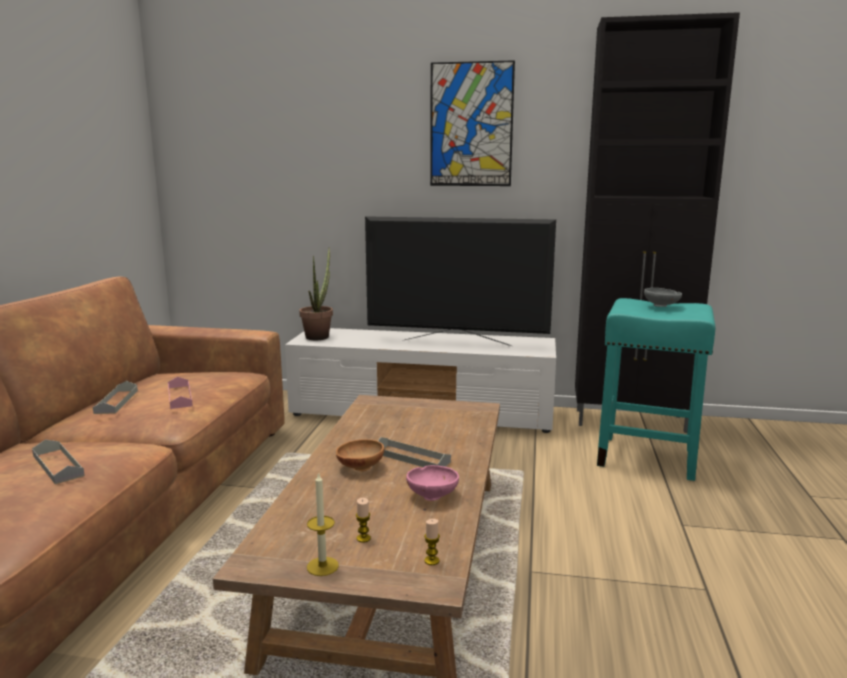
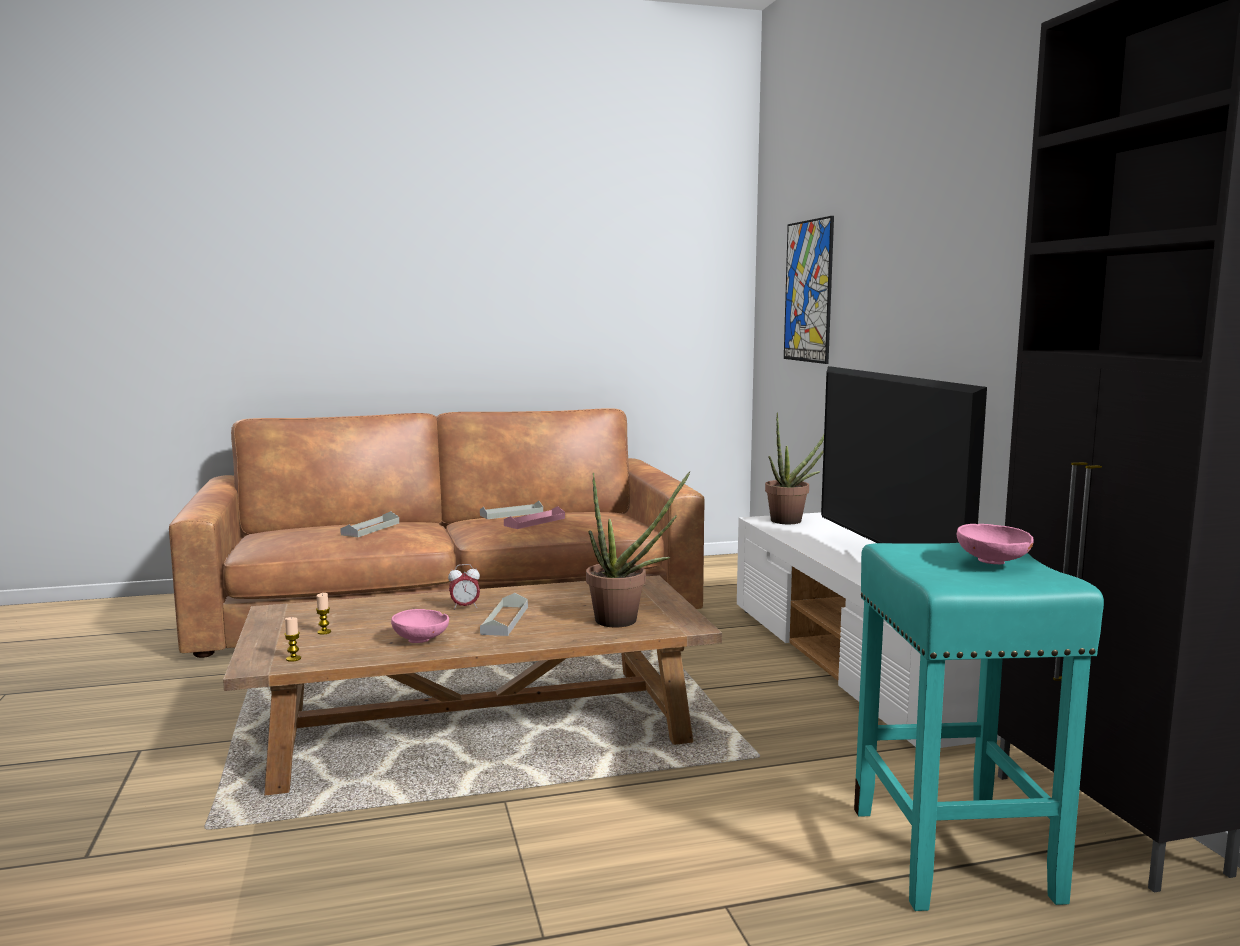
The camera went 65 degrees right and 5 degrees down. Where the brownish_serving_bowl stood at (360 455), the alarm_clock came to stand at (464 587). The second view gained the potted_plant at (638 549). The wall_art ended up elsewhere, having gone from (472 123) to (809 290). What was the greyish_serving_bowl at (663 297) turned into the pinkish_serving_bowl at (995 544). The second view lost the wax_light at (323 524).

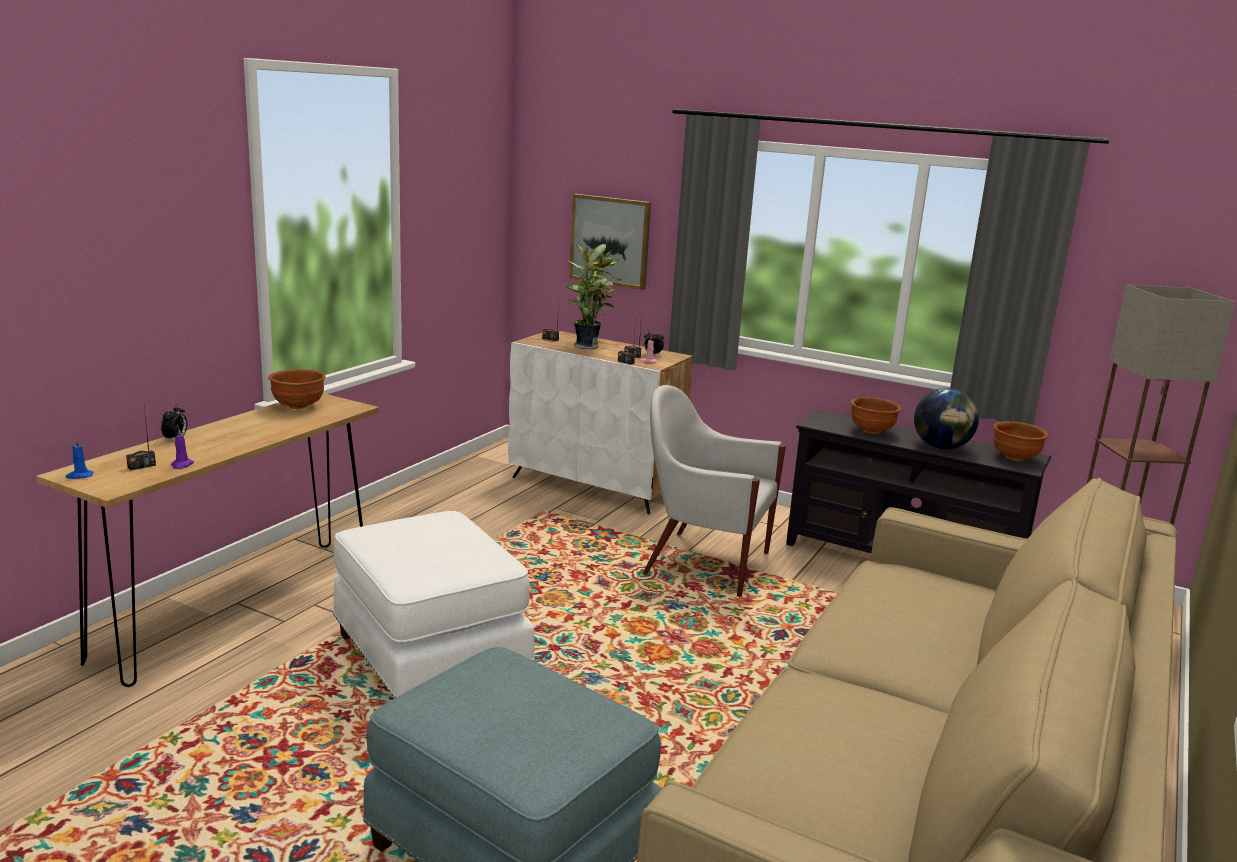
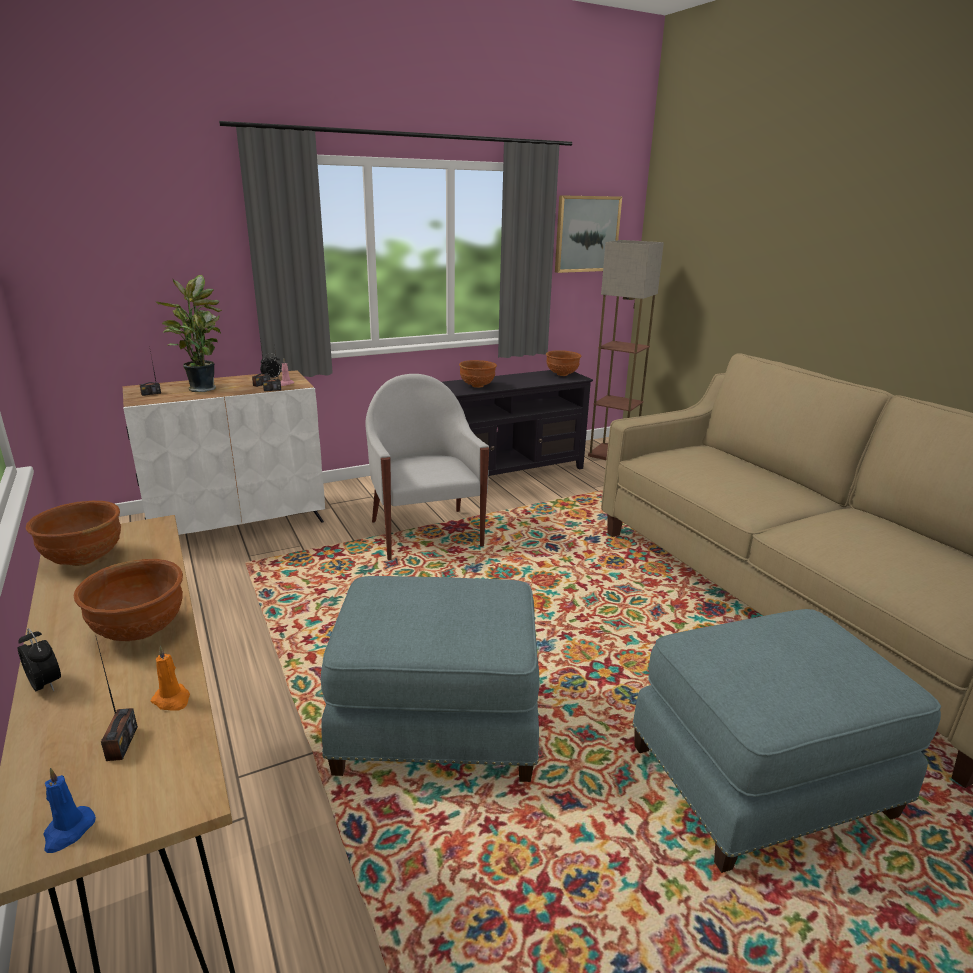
The camera went 55 degrees left and 5 degrees up. The second view gained the brownish_serving_bowl at (128 600). What was the purple_wax_light at (182 449) turned into the orange-coloured_wax_light at (170 678). What was the white_pouffe at (434 604) turned into the bluish_pouffe at (430 679). The white_armchair at (714 491) ended up facing another way, 105 degrees clockwise from before. The wall_art ended up elsewhere, having gone from (610 242) to (588 234). The second view lost the desk_globe at (946 418).

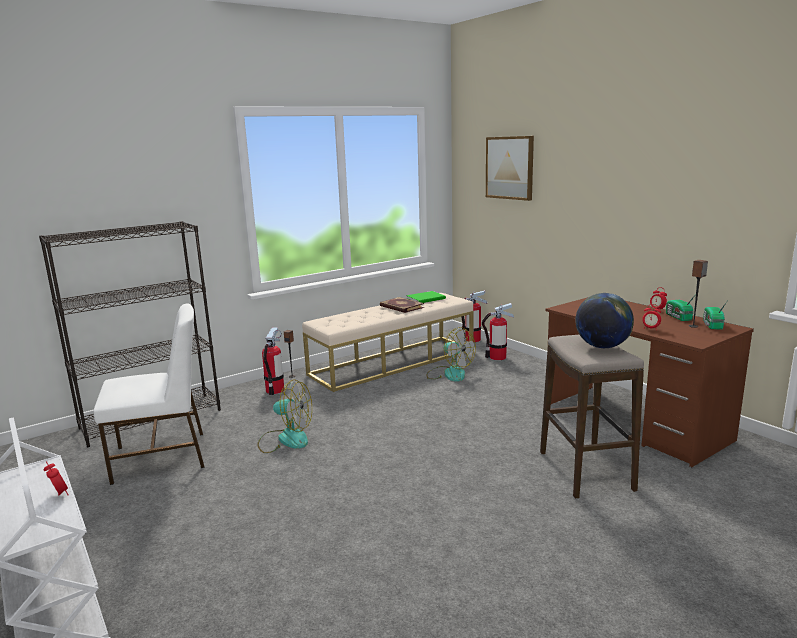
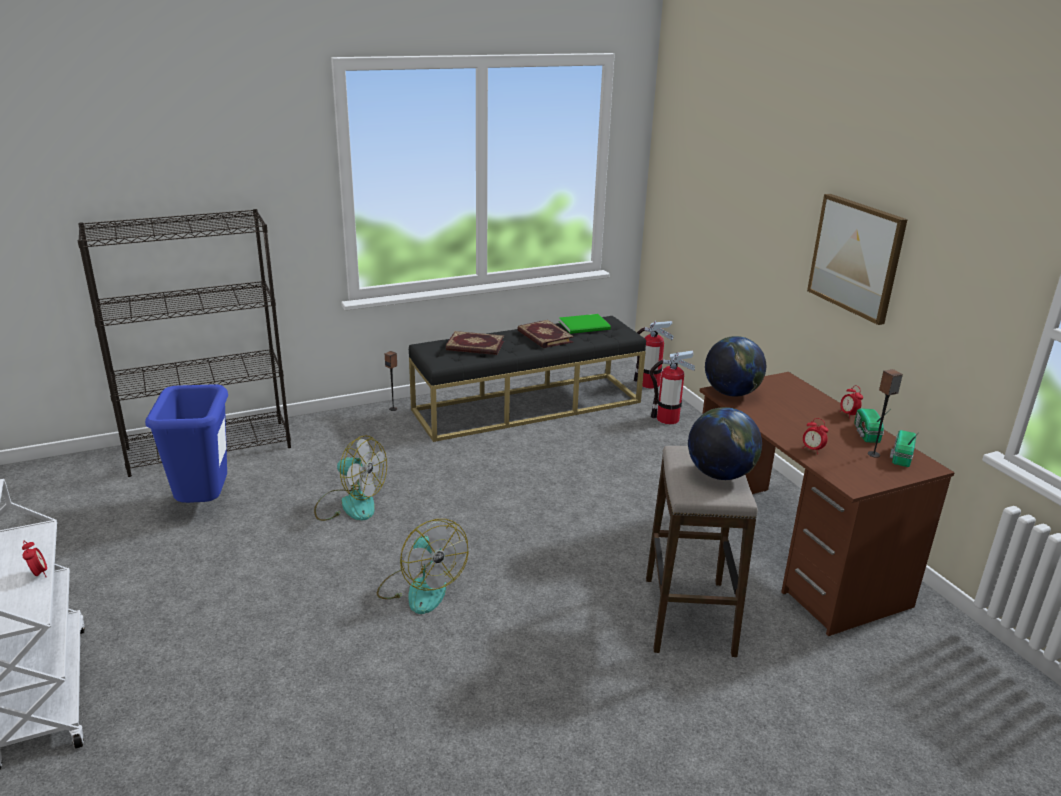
The camera went 10 degrees right and 10 degrees up. Where the white_upright_chair stood at (149 394), the bluish_waste_bin came to stand at (186 444). The electric_fan ended up elsewhere, having gone from (451 354) to (423 566). What was the beige_indoor_bench at (387 342) turned into the black_indoor_bench at (527 379). The second view gained the volume at (475 343). The second view gained the desk_globe at (735 366). The wall_art ended up elsewhere, having gone from (510 168) to (857 259). The second view lost the fire-fighting_cylinder at (273 361).

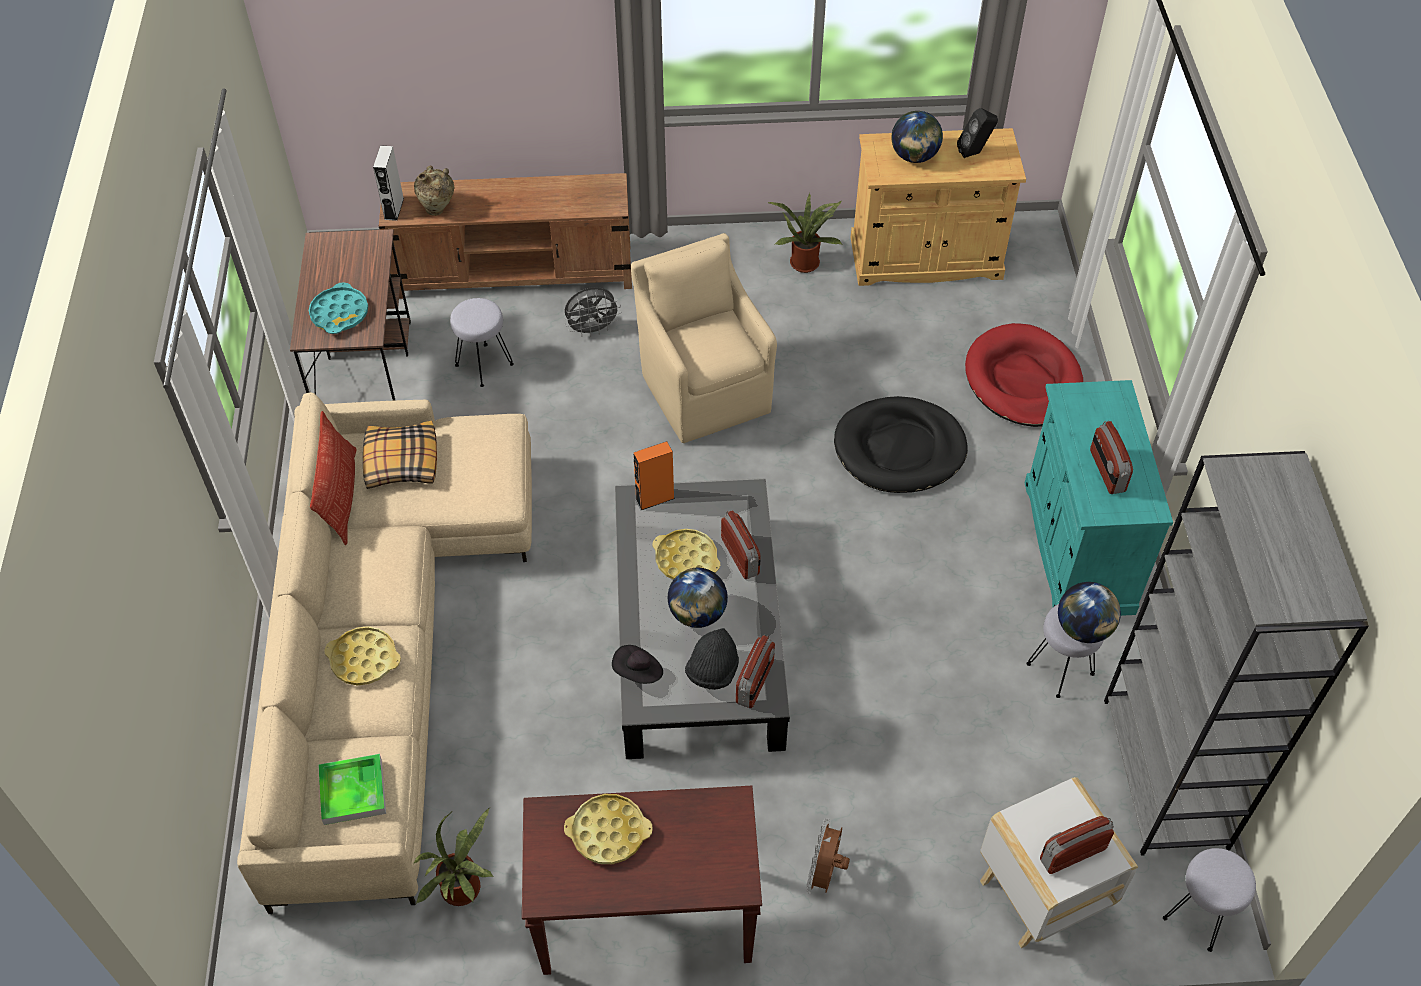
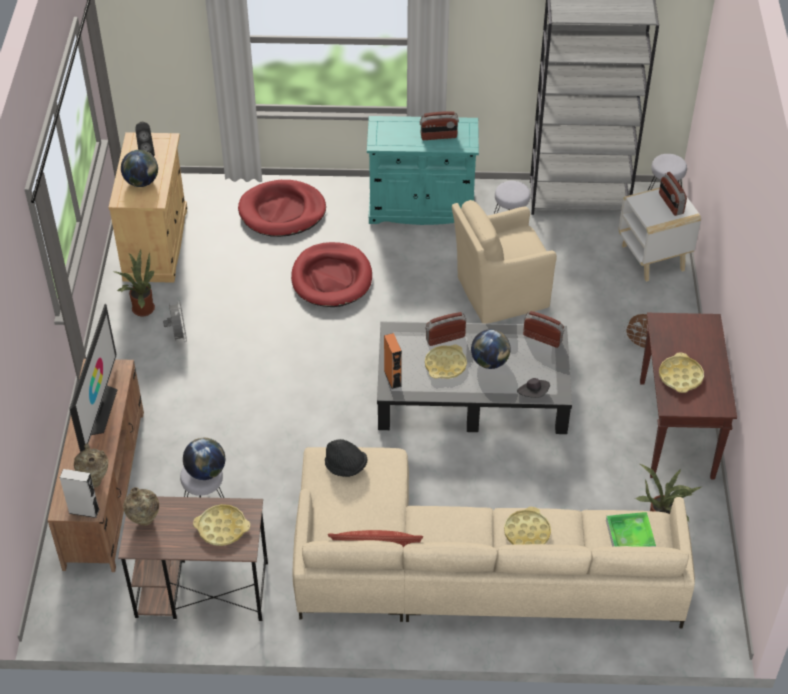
The camera went 85 degrees left and 5 degrees down. The second view gained the TV at (93 378). The second view gained the beige_flower_vase at (141 506). The greyish_electric_fan ended up elsewhere, having gone from (592 312) to (175 321). The desk_globe ended up elsewhere, having gone from (1089 612) to (204 459). What was the turquoise_tray at (338 308) turned into the yellow-coloured_tray at (221 525). What was the black_pet_bed at (901 444) turned into the red_pet_bed at (331 274). The black_hat ended up elsewhere, having gone from (712 659) to (346 458). The beige_armchair ended up elsewhere, having gone from (704 338) to (504 261). The second view lost the cushion at (400 455).

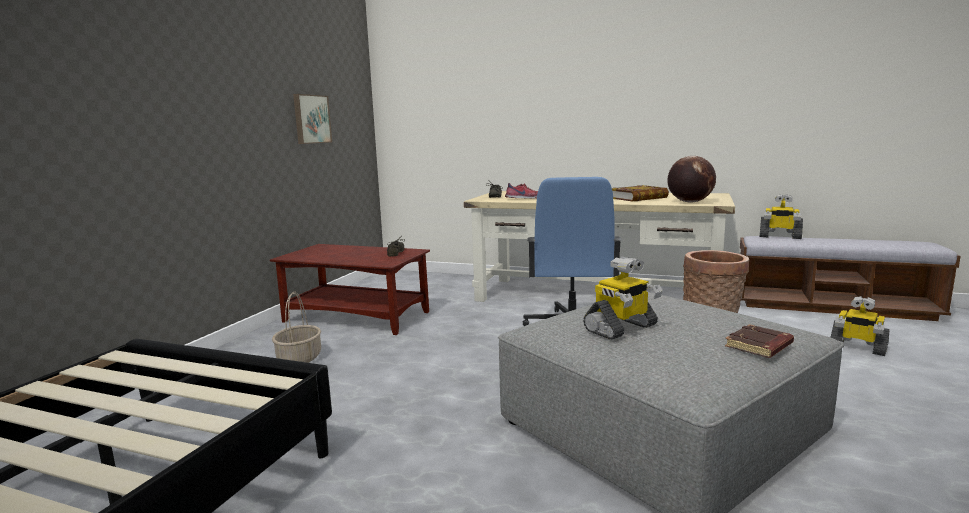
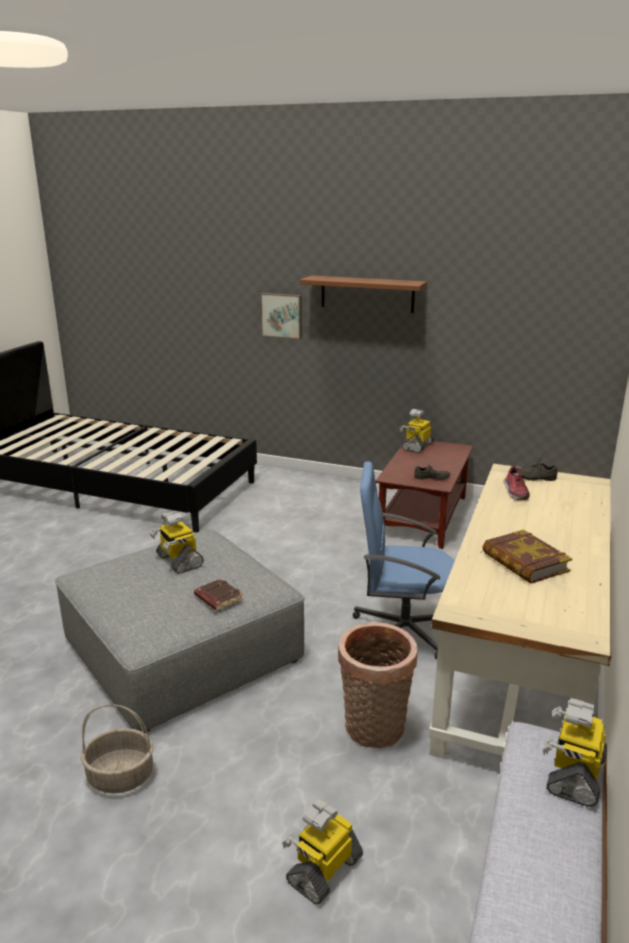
The camera went 90 degrees right and 10 degrees up. The storage_basket ended up elsewhere, having gone from (296 327) to (116 749). The brownish_volume ended up elsewhere, having gone from (759 341) to (218 594). The wall_art ended up elsewhere, having gone from (312 119) to (281 316). The second view gained the brownish_wall_shelf at (363 294). The second view gained the model_robot at (417 431). The second view lost the desk_globe at (691 179).

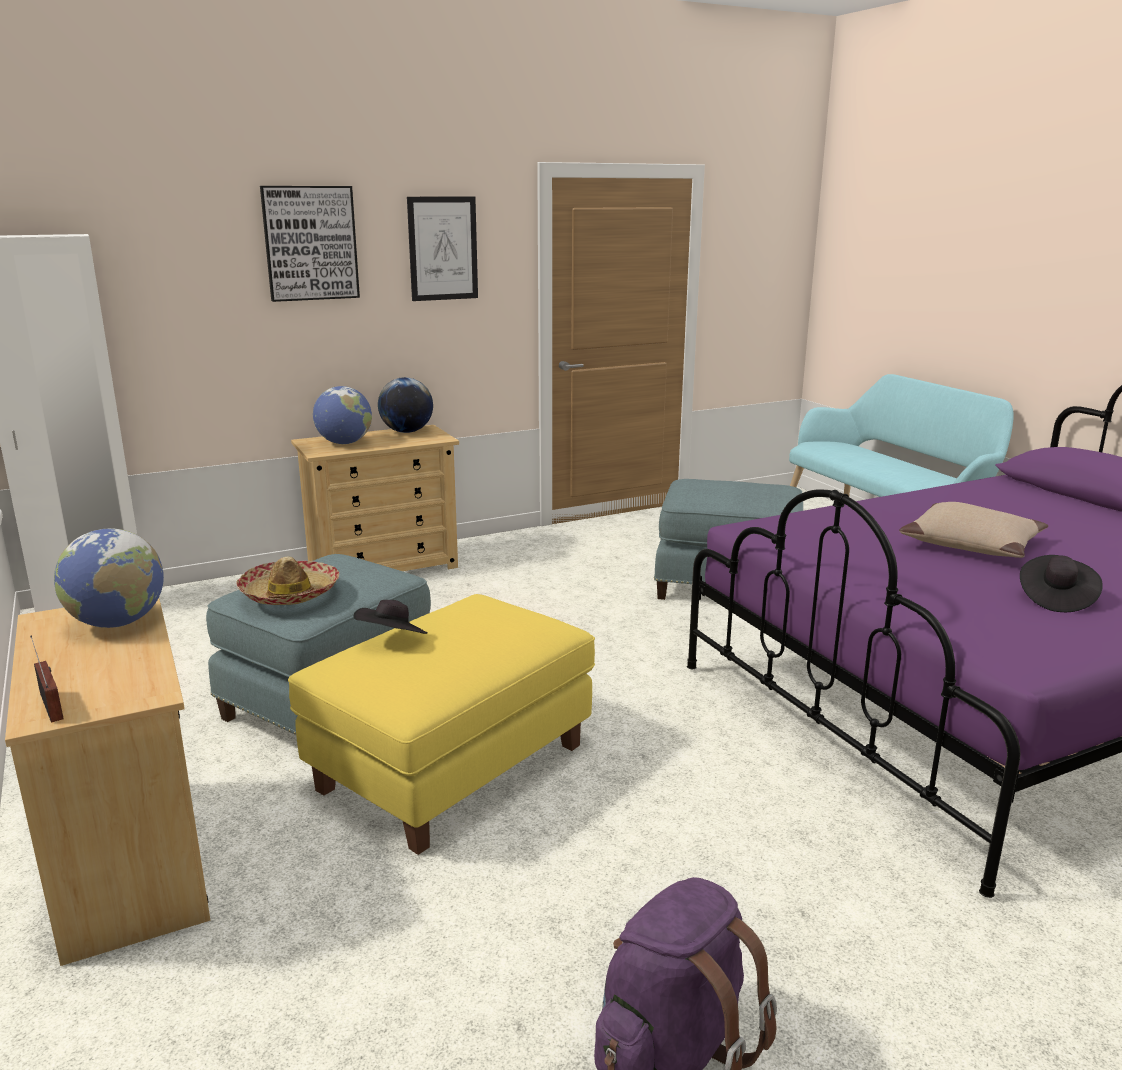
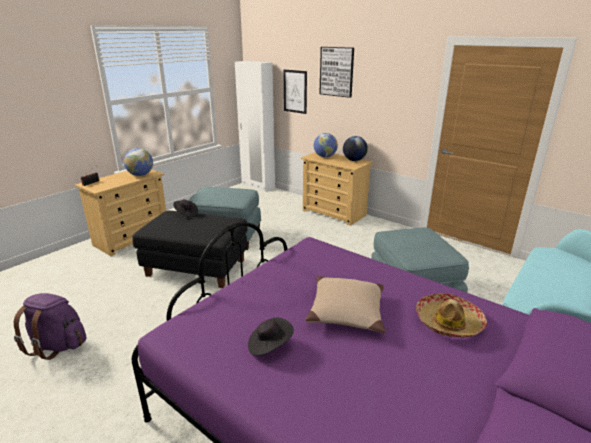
The camera went 65 degrees right and 5 degrees up. What was the yellow-coloured_pouffe at (441 724) turned into the black_pouffe at (190 249). The wall_art ended up elsewhere, having gone from (442 249) to (295 92). The hat ended up elsewhere, having gone from (287 581) to (451 315).

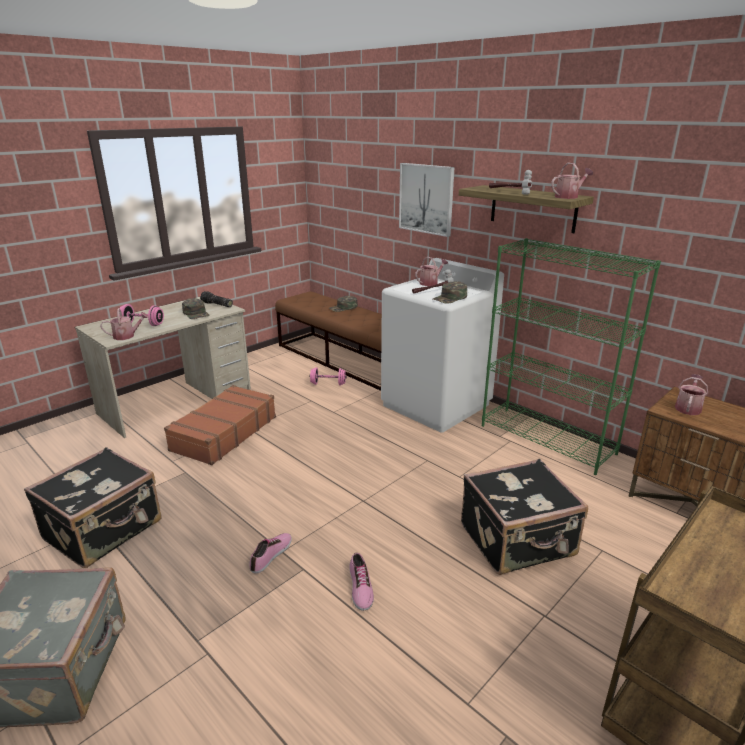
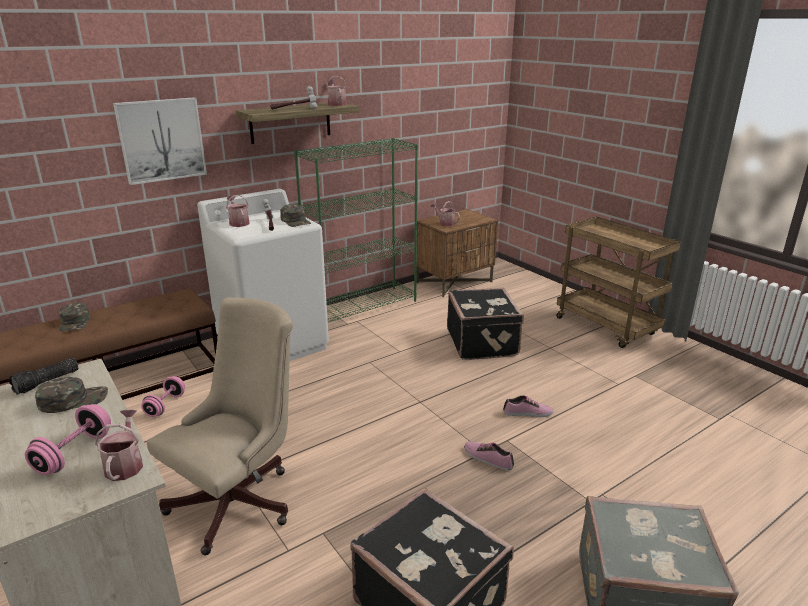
The camera went 80 degrees left and 0 degrees up. Where the brownish_suitcase stood at (220 425), the beige_desk_chair came to stand at (220 426).

